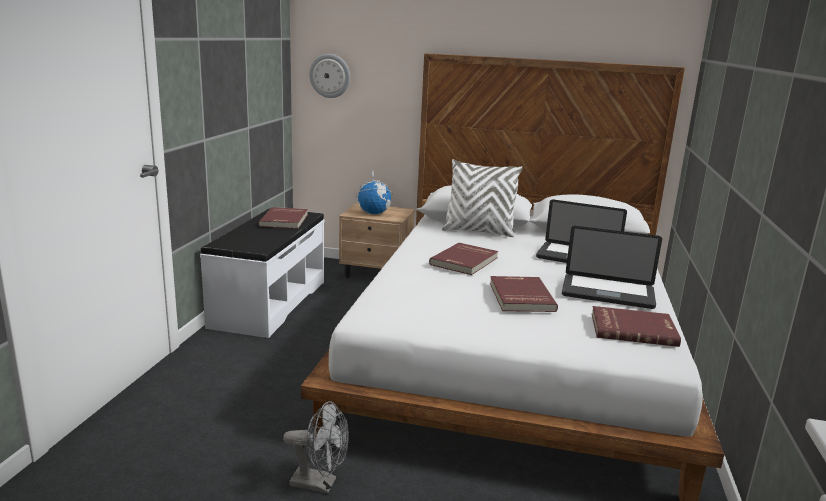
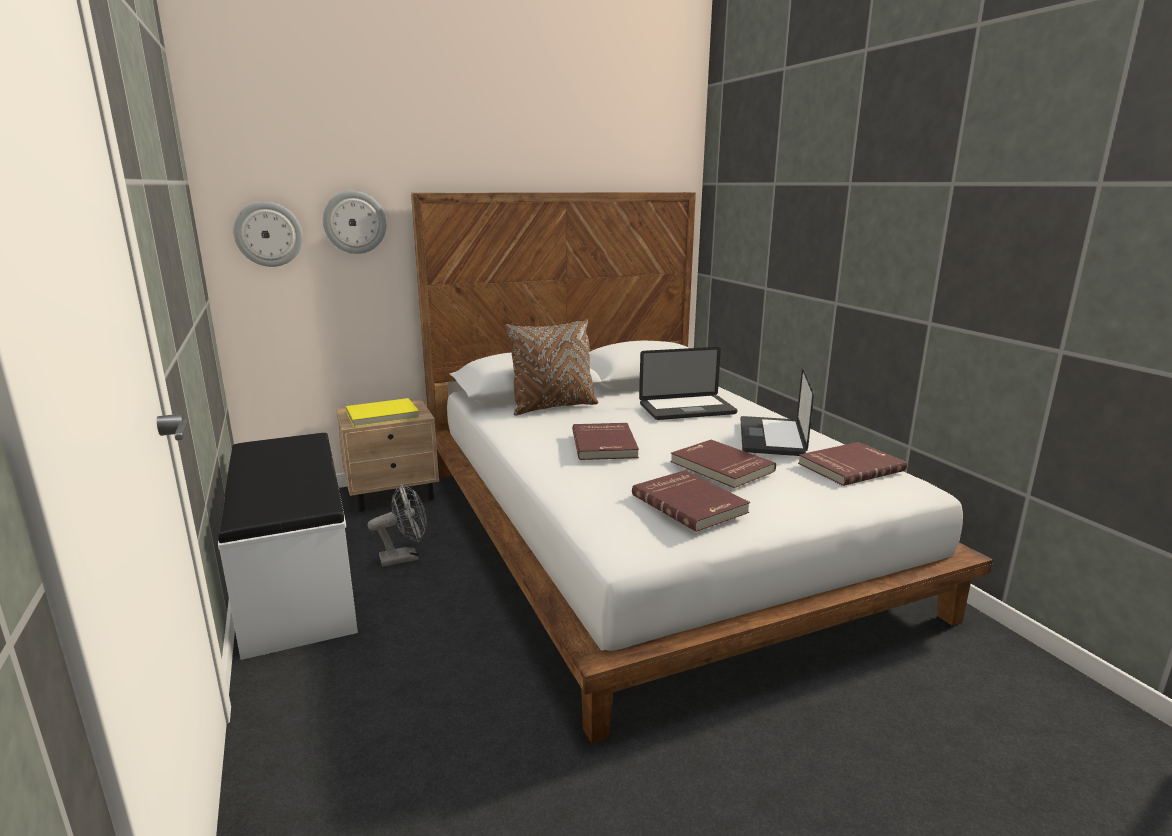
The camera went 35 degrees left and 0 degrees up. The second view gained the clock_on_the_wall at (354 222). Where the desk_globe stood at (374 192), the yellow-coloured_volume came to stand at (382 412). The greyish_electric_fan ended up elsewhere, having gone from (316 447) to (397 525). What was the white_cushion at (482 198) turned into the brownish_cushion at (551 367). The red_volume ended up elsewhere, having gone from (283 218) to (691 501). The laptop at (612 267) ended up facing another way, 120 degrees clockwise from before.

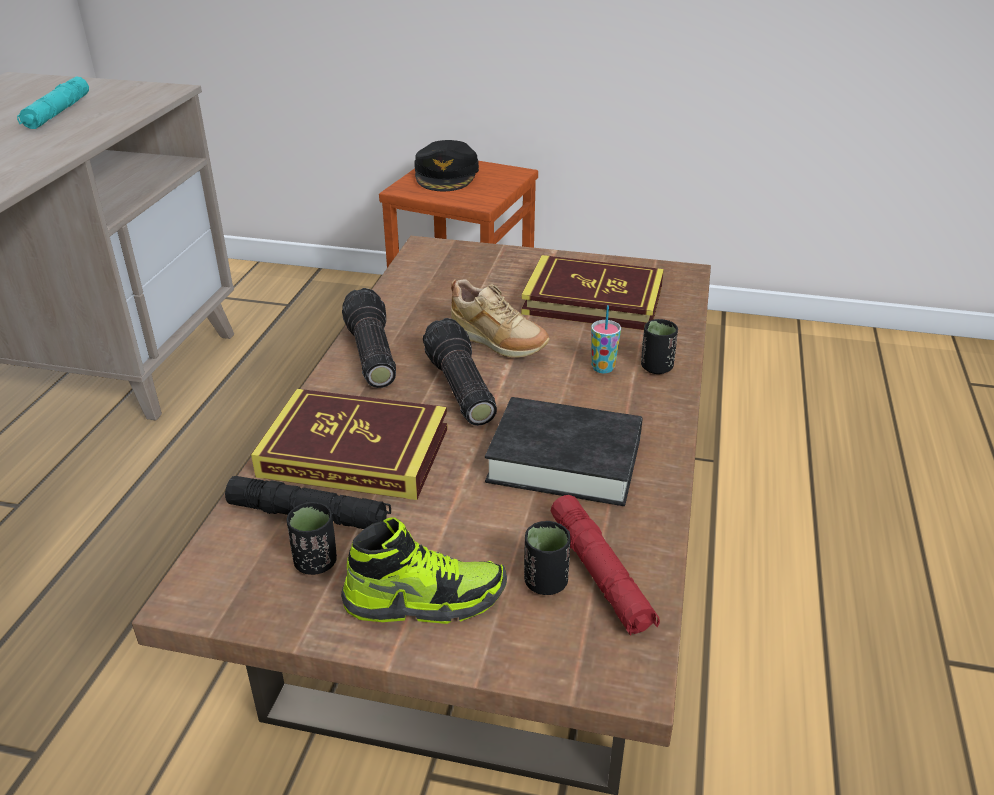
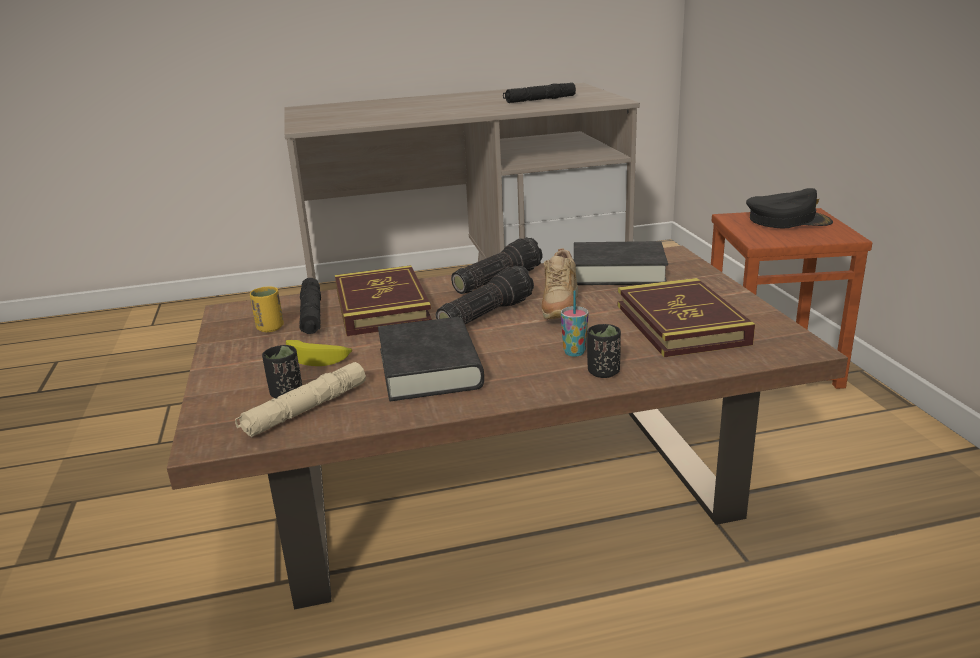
The camera went 65 degrees right and 10 degrees down. What was the red_hand_torch at (605 565) turned into the beige_hand_torch at (300 399). What was the black_cup at (311 538) turned into the yellow-coloured_cup at (267 309). The second view gained the banana at (319 353). What was the turquoise_hand_torch at (53 102) turned into the black_hand_torch at (539 92). The second view gained the black_volume at (621 263). The black_peaked_cap at (447 165) ended up facing another way, 150 degrees counterclockwise from before. The second view lost the shoe at (424 570).

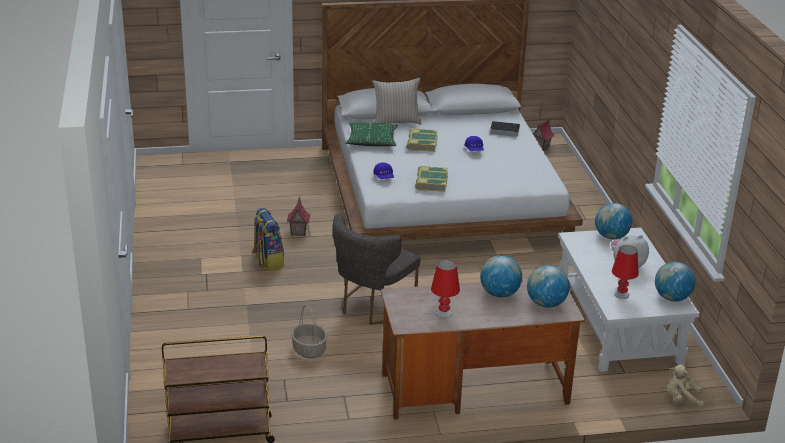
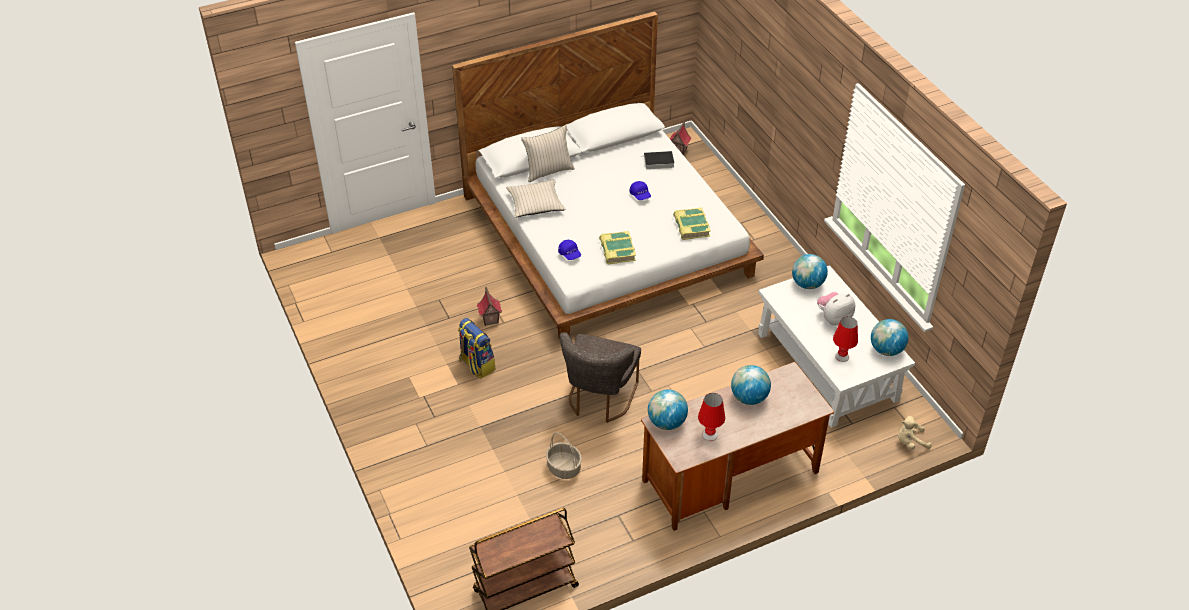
The camera went 15 degrees left and 15 degrees up. What was the greenish_cushion at (371 134) turned into the beige_cushion at (536 198). The desk_globe ended up elsewhere, having gone from (548 286) to (668 410). The volume ended up elsewhere, having gone from (422 140) to (692 224).

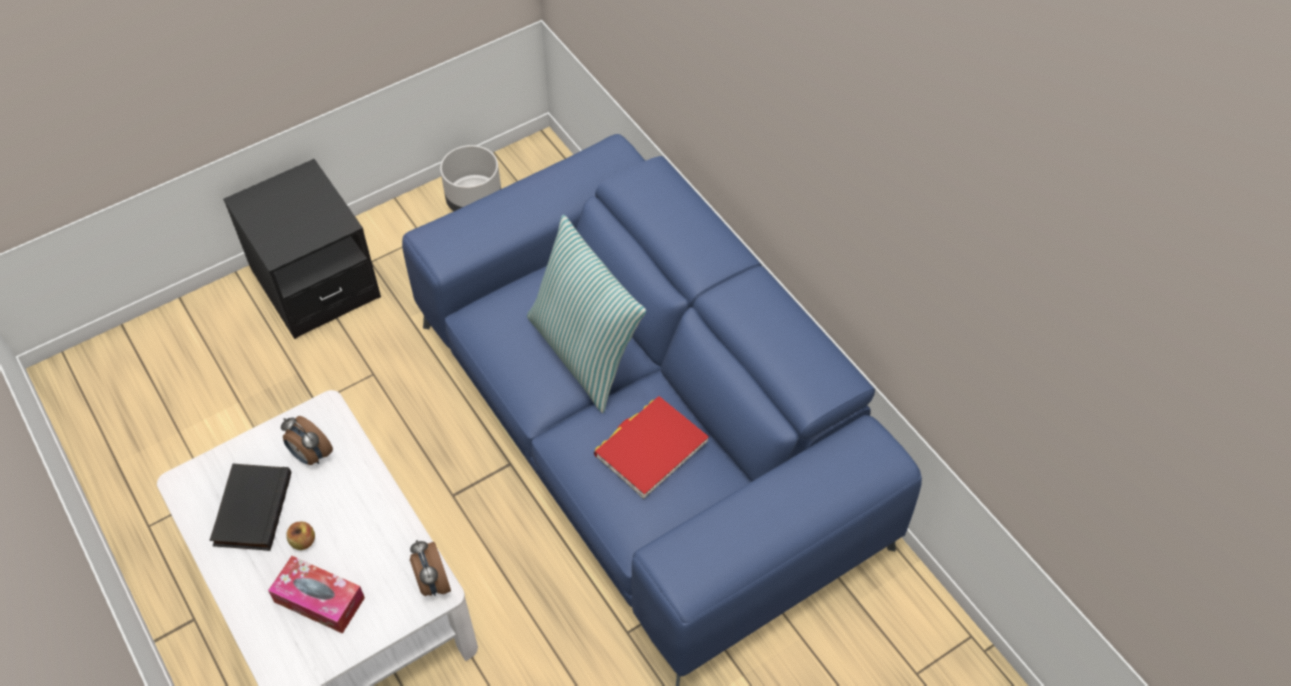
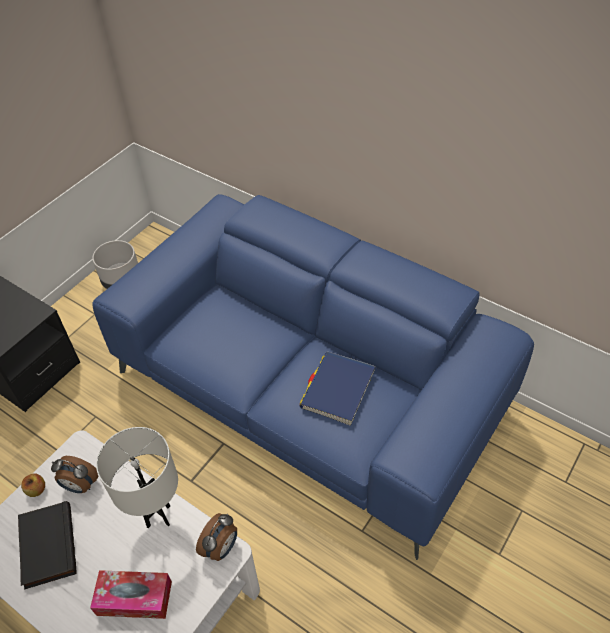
The camera went 20 degrees left and 5 degrees down. The apple ended up elsewhere, having gone from (300 536) to (33 485). The second view gained the white_table_lamp at (137 477). The alarm_clock at (430 568) ended up facing another way, 105 degrees counterclockwise from before. What was the red_volume at (651 447) turned into the bluish_volume at (338 388). The second view lost the cushion at (586 314).

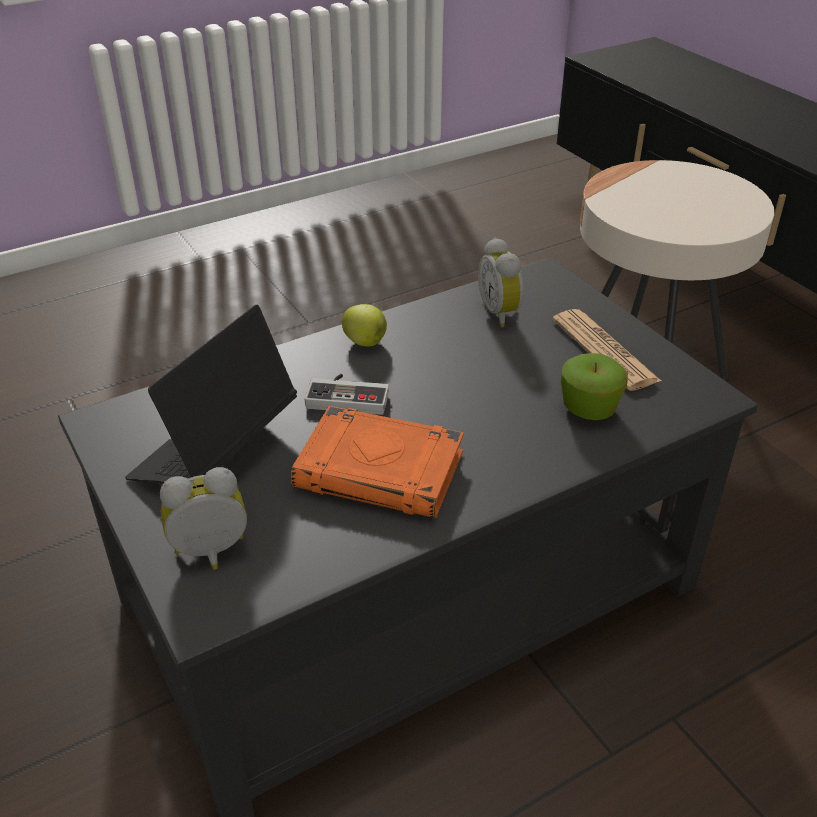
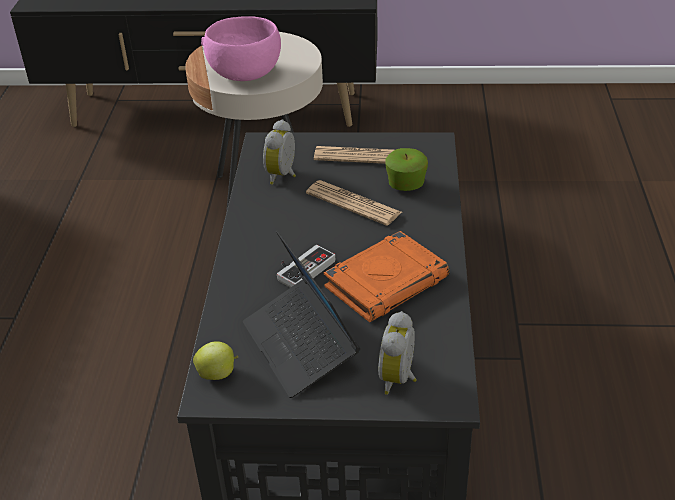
The camera went 55 degrees left and 0 degrees up. The apple ended up elsewhere, having gone from (364 325) to (215 360). The second view gained the pinkish_serving_bowl at (241 48). The alarm_clock at (501 282) ended up facing another way, 90 degrees clockwise from before. The second view gained the printed_paper at (354 203).

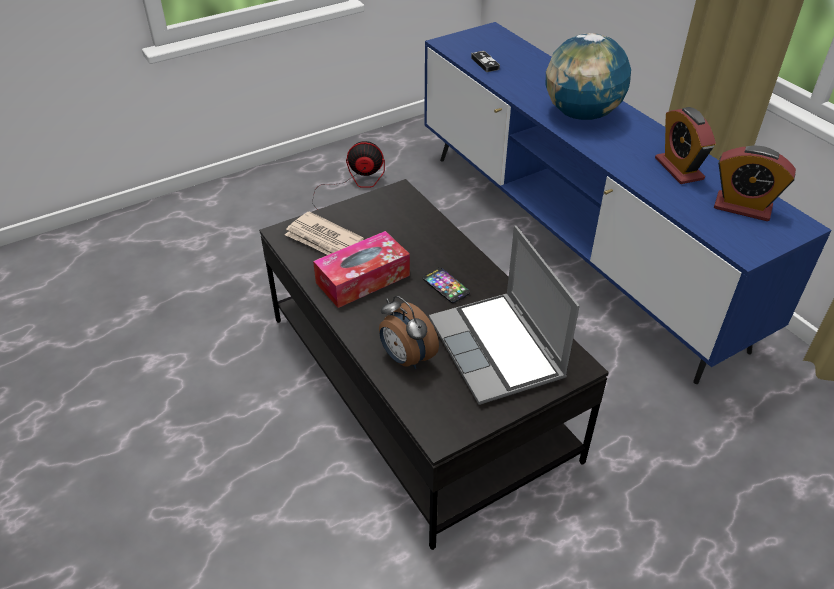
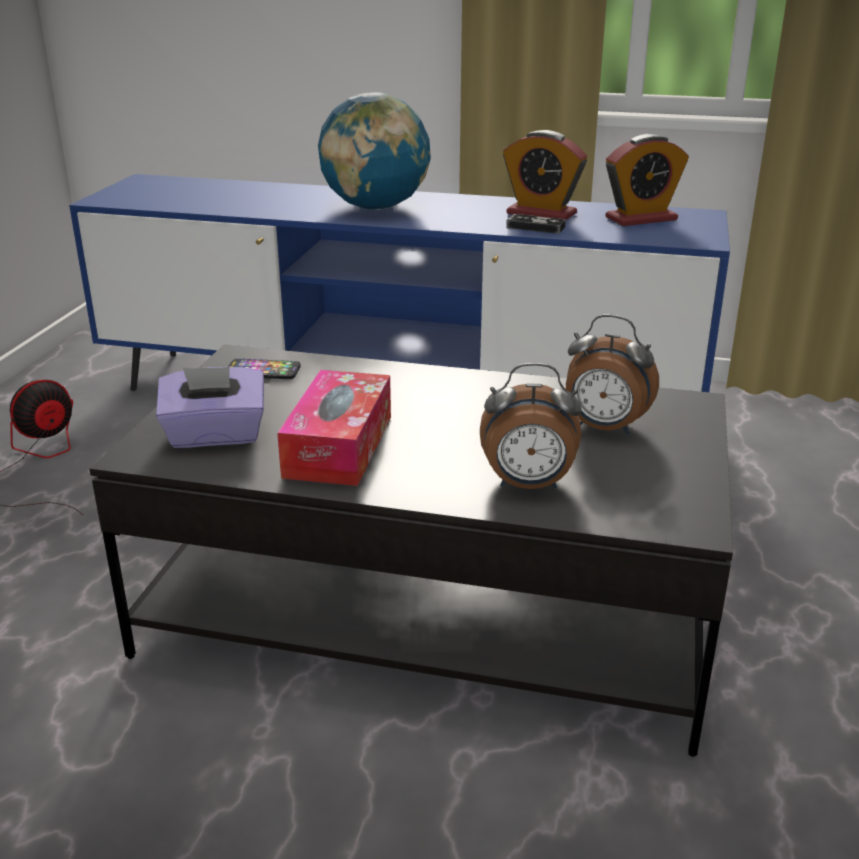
The camera went 45 degrees left and 15 degrees down. Where the printed_paper stood at (324 233), the purple_tissue_box came to stand at (210 407). The handset ended up elsewhere, having gone from (446 285) to (264 369). The game_controller ended up elsewhere, having gone from (485 61) to (536 224). Where the laptop stood at (504 315), the alarm_clock came to stand at (612 375).

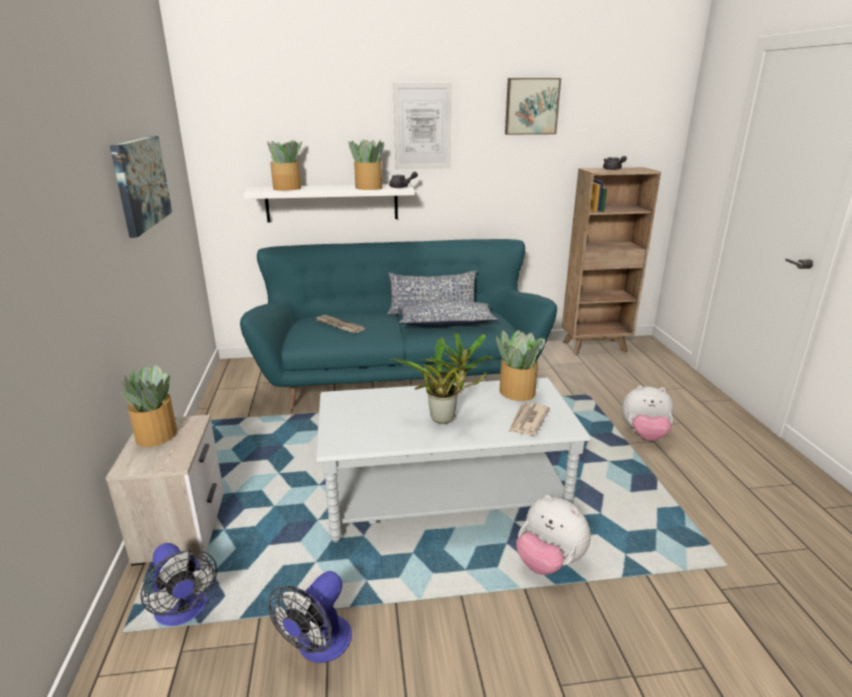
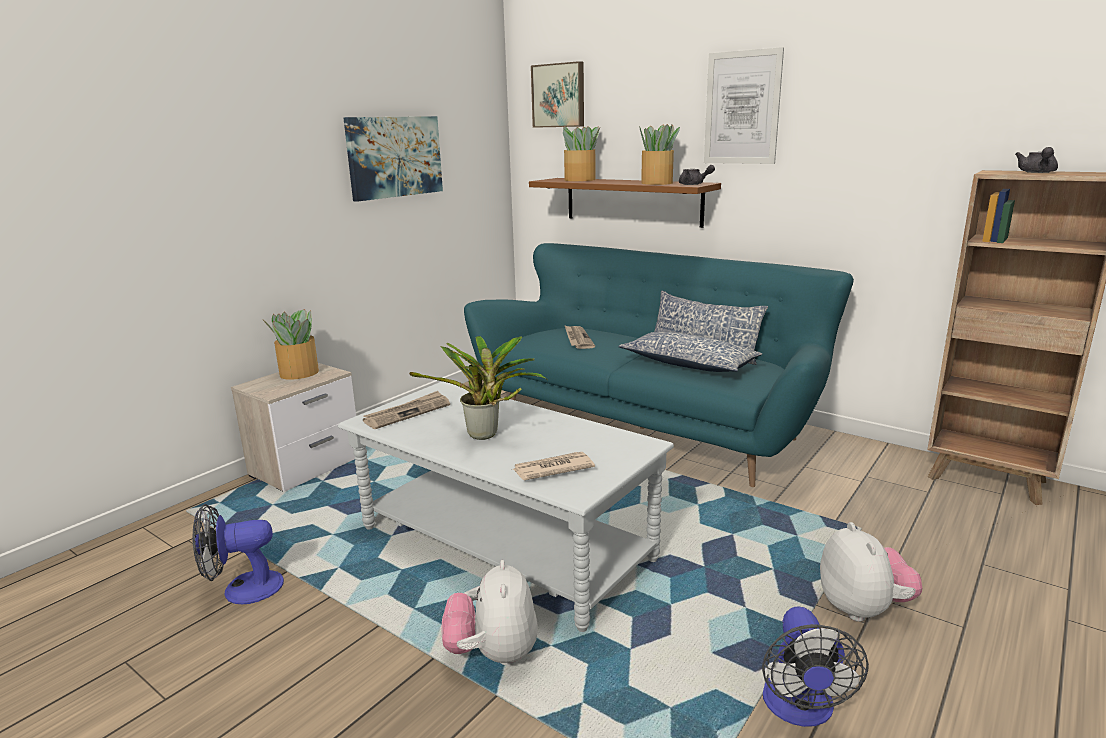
The camera went 45 degrees right and 5 degrees down. The second view gained the printed_paper at (406 410). What was the white_wall_shelf at (329 203) turned into the brownish_wall_shelf at (625 203). The wall_art ended up elsewhere, having gone from (533 106) to (557 94). The electric_fan ended up elsewhere, having gone from (178 584) to (815 667). The cuddly_toy at (648 413) ended up facing another way, 150 degrees counterclockwise from before. The second view lost the potted_plant at (520 365).

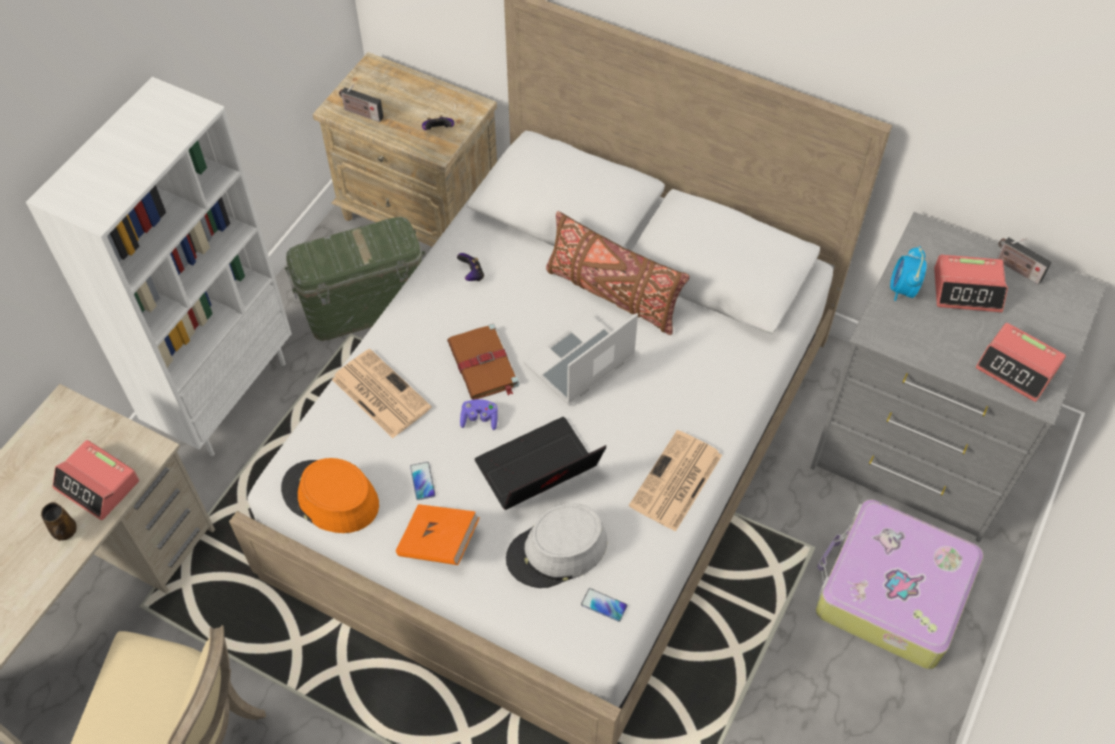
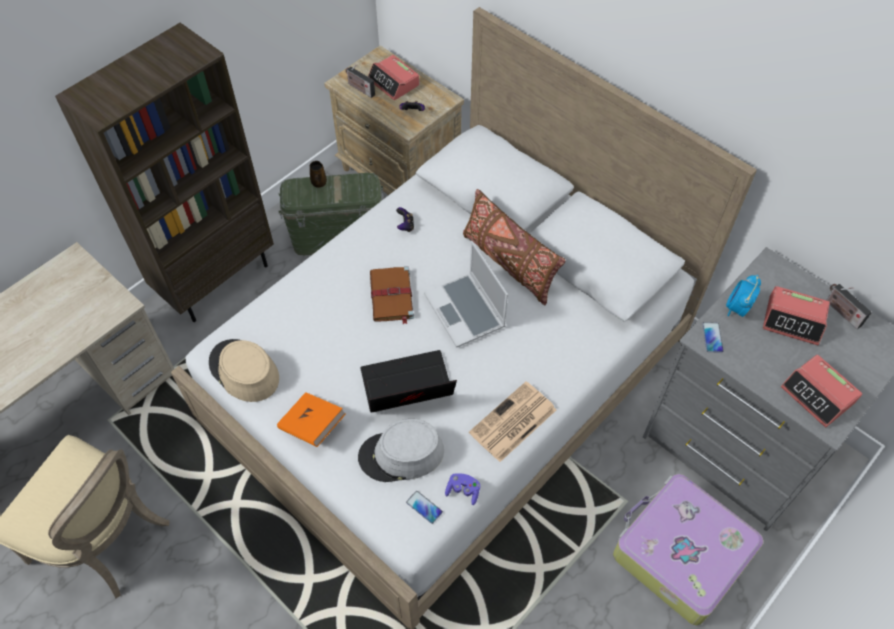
The camera went 15 degrees right and 0 degrees up. What was the white_bookshelf at (159 266) turned into the brownish_bookshelf at (164 172). What was the orange-coloured_hat at (330 495) turned into the beige_hat at (244 370). The brownish_tea_mug ended up elsewhere, having gone from (59 521) to (318 174). The alarm_clock ended up elsewhere, having gone from (96 480) to (394 77). The laptop at (580 359) ended up facing another way, 90 degrees counterclockwise from before. The purple_game_controller ended up elsewhere, having gone from (479 414) to (462 489). The handset ended up elsewhere, having gone from (423 481) to (712 337). The second view lost the printed_paper at (382 393).

